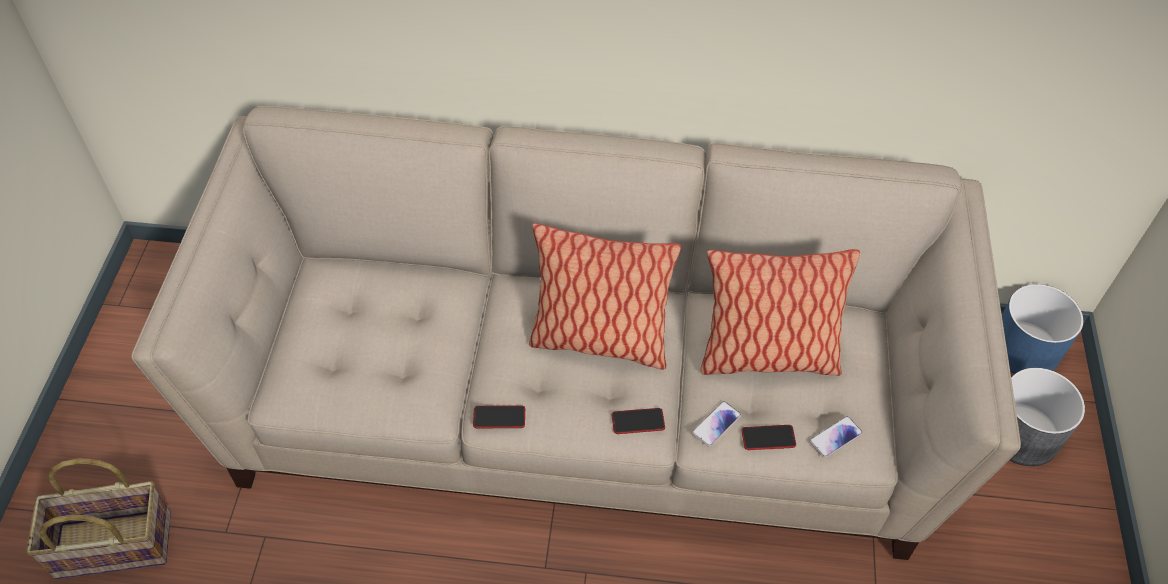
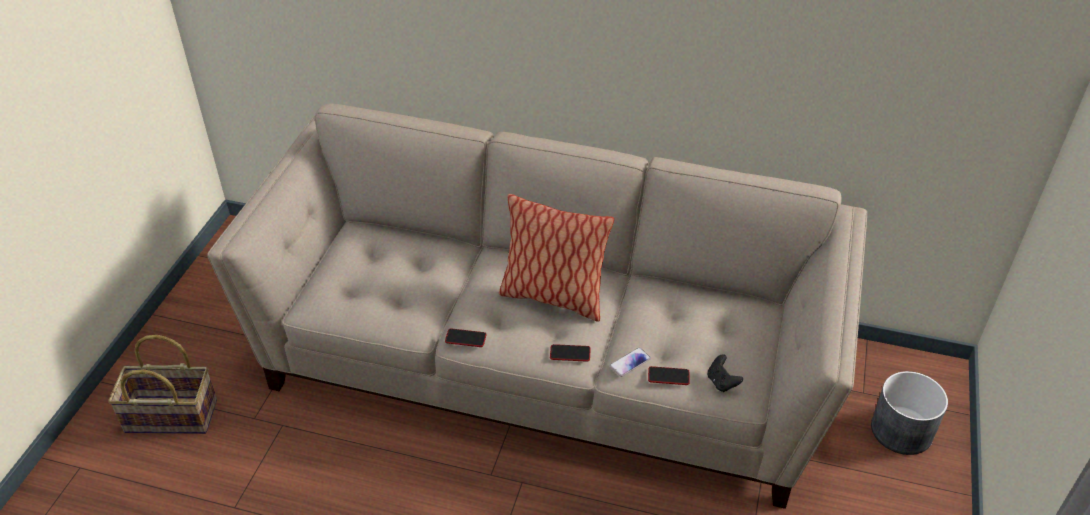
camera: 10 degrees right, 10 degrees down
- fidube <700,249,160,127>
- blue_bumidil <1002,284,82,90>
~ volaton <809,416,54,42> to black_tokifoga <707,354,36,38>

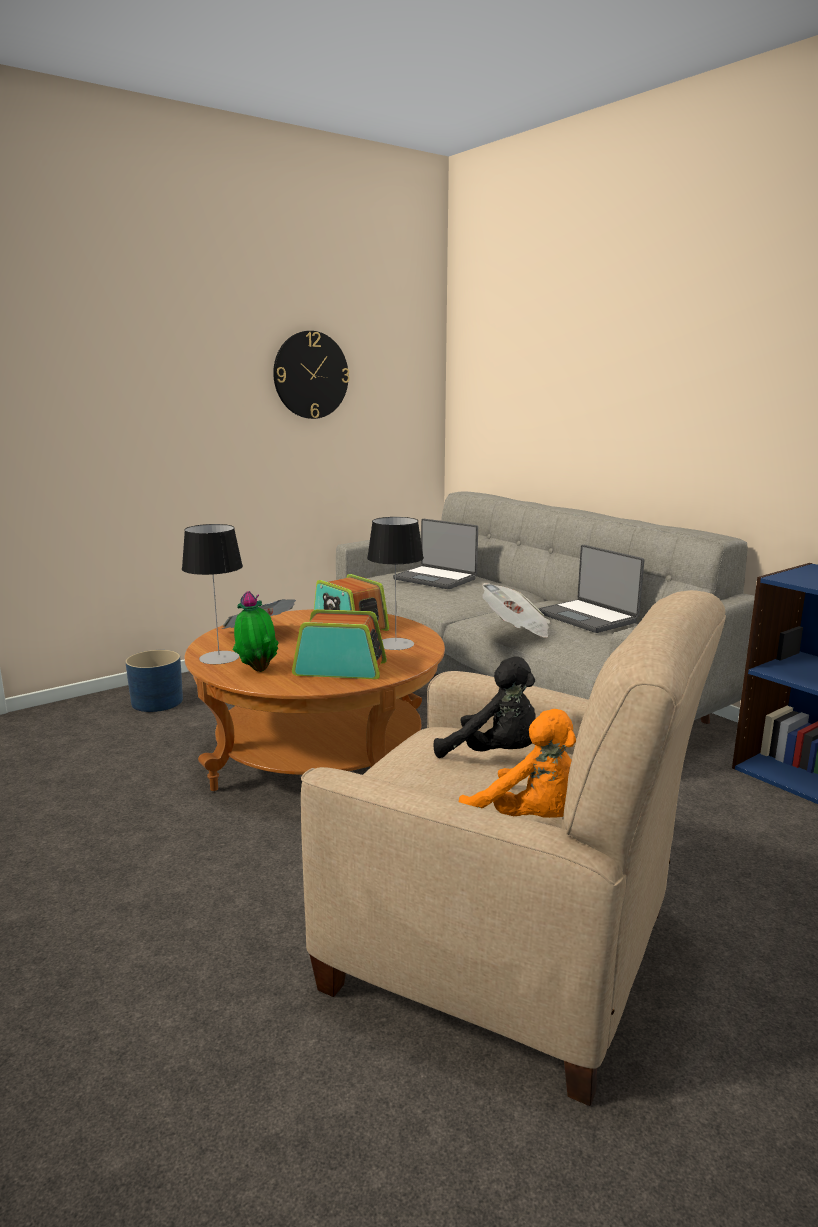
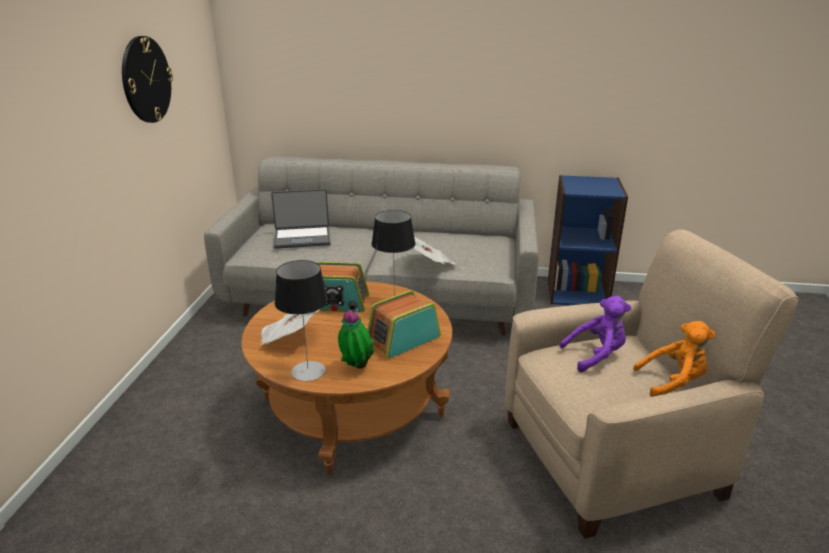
camera: 45 degrees left, 10 degrees up
- blue_bumidil <125,650,58,62>
- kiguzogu <538,545,106,88>
~ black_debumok <434,656,102,102> to purple_debumok <559,296,72,76>

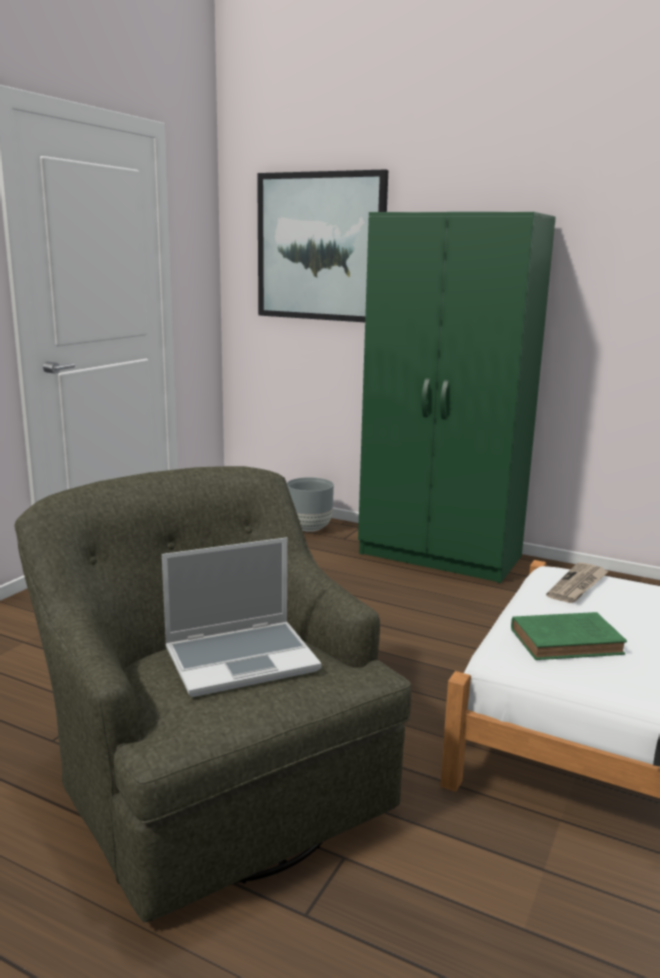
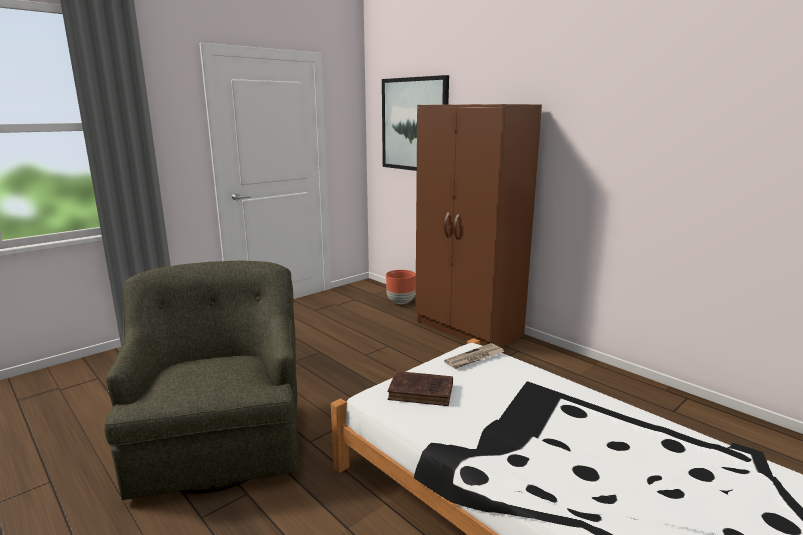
camera: 20 degrees right, 0 degrees up
- kiguzogu <162,537,160,160>
~ grey_bumidil <287,477,47,55> to brown_bumidil <386,270,30,34>
~ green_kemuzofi <358,212,198,371> to brown_kemuzofi <415,104,127,243>
~ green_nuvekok <511,612,116,48> to brown_nuvekok <388,371,65,35>

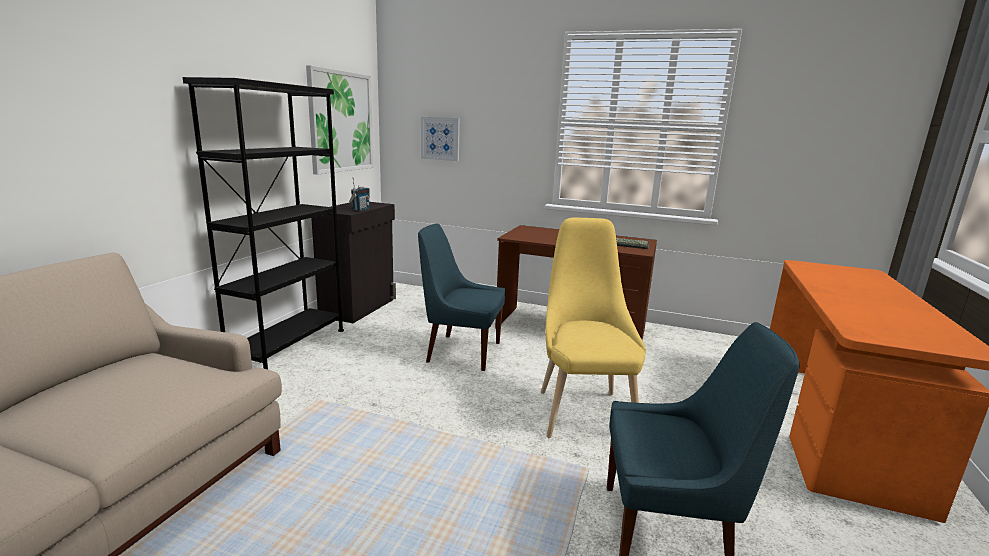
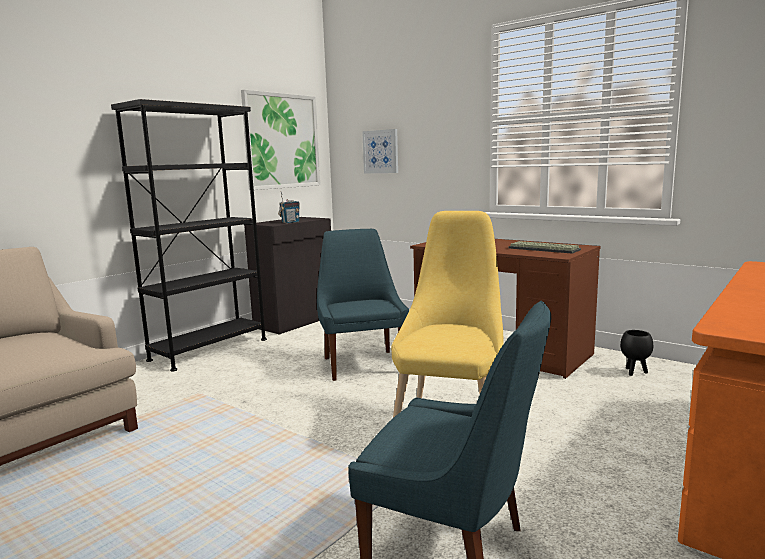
camera: 20 degrees right, 5 degrees down
+ black_bumidil <620,330,33,46>
~ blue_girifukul <418,224,87,147> = <317,229,92,152> 45 degrees clockwise

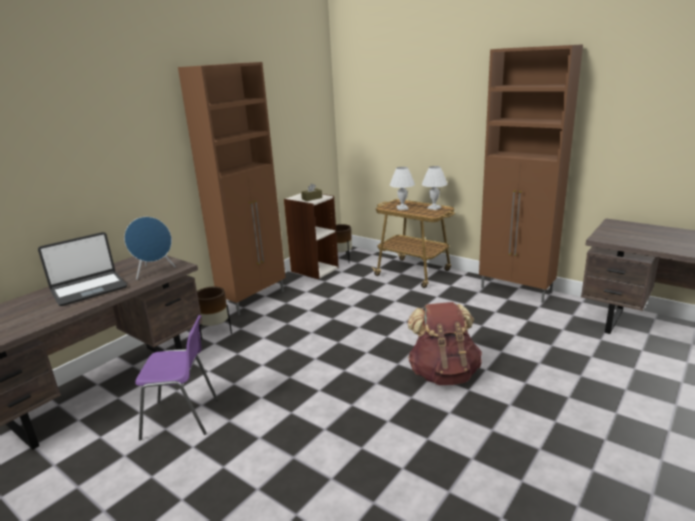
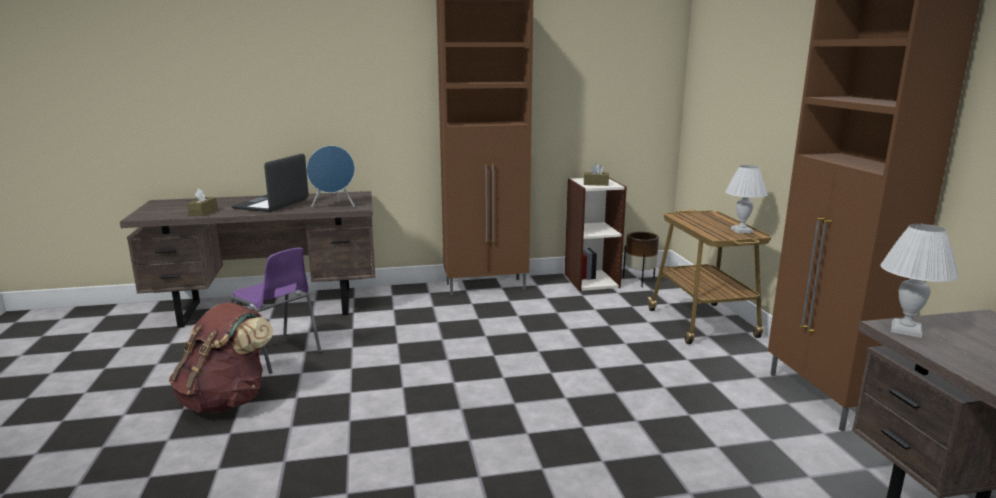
camera: 40 degrees right, 5 degrees down
- brown_bumidil <197,286,35,54>
+ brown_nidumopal <187,189,31,27>
~ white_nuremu <390,167,25,43> to <880,224,79,114>
~ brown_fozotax <408,302,74,83> to <169,302,105,111>
~ kiguzogu <38,232,89,74> = <231,154,78,58> 105 degrees clockwise

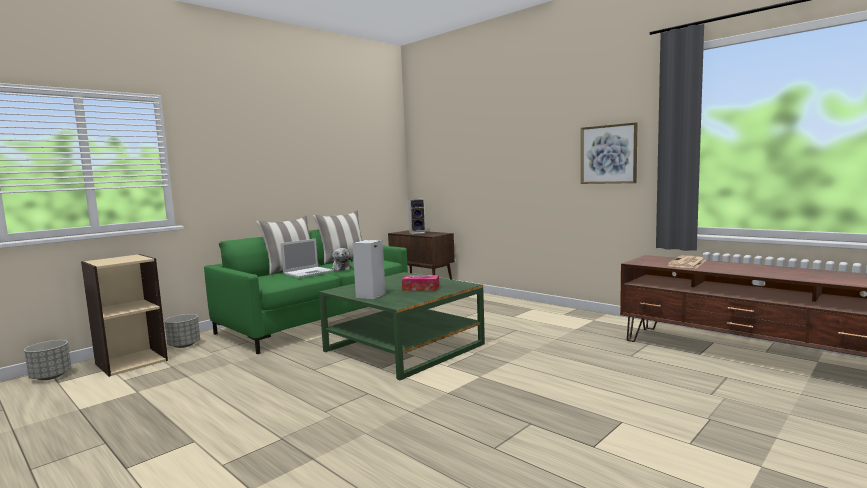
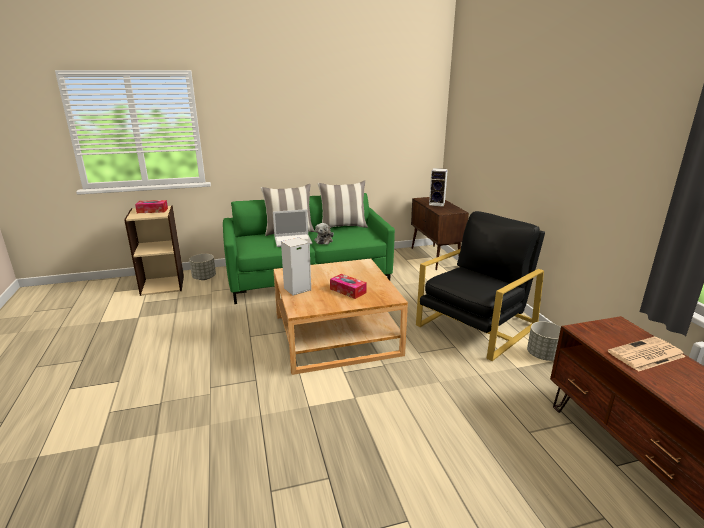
camera: 30 degrees right, 15 degrees up
- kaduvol <581,122,56,62>
+ nidumopal <135,200,33,13>
+ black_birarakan <416,211,129,150>
~ grey_bumidil <24,340,47,40> to <527,321,34,40>
~ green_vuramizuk <319,272,166,108> to beige_vuramizuk <274,259,134,116>

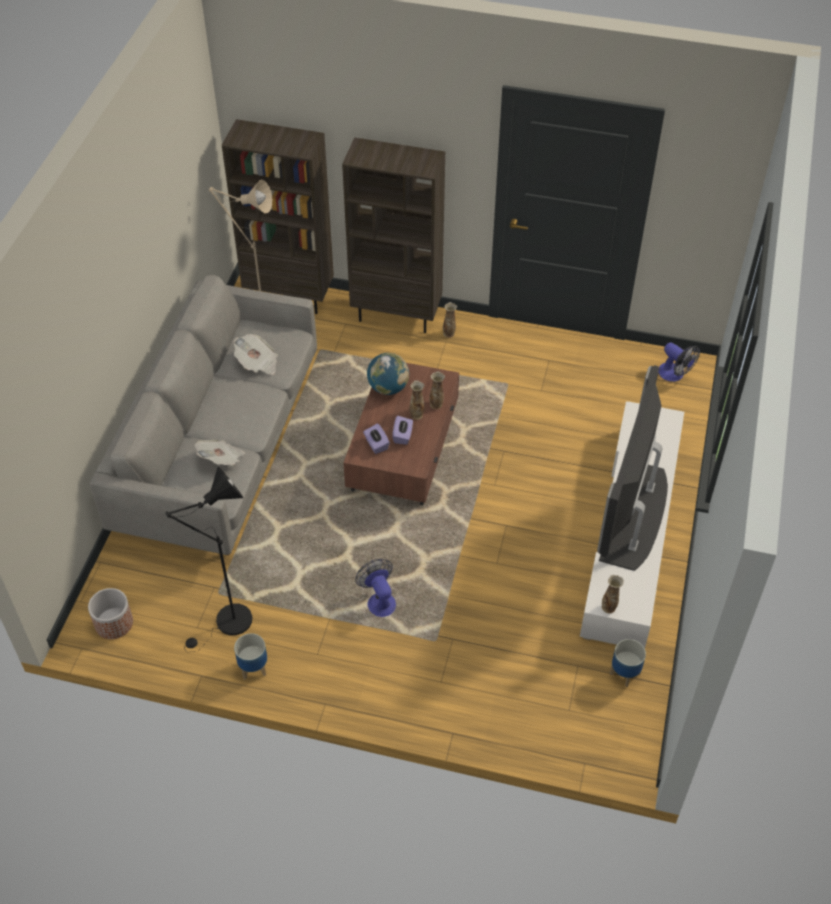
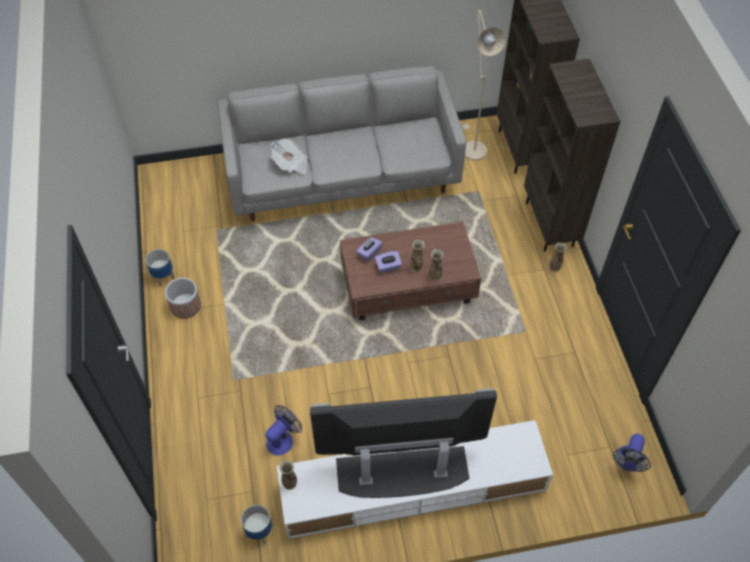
camera: 65 degrees right, 5 degrees up
- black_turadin <165,467,87,185>
- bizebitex <234,334,44,41>
- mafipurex <367,353,42,42>
~ bumidil <88,588,45,51> to <165,278,36,41>
~ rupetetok <355,559,41,58> to <266,405,36,51>

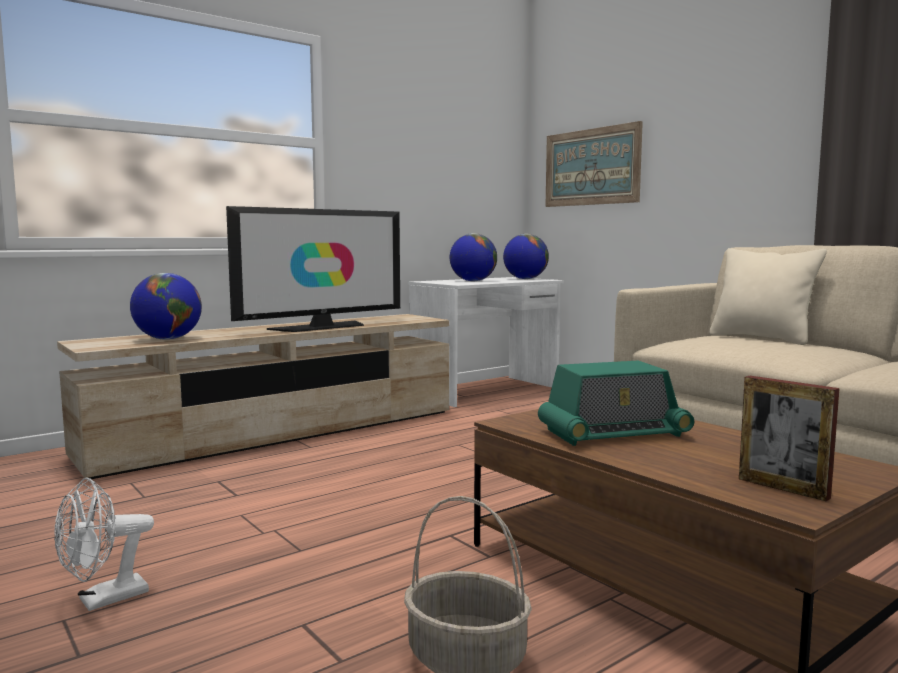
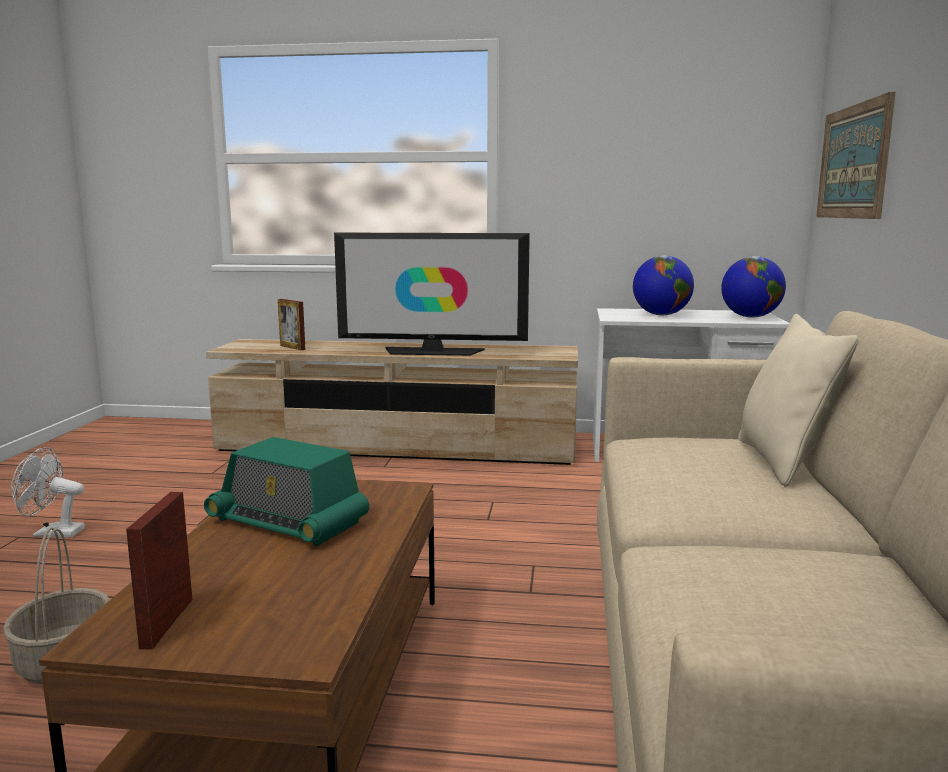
camera: 45 degrees right, 5 degrees up
~ mafipurex <130,273,72,67> to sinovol <278,299,27,51>

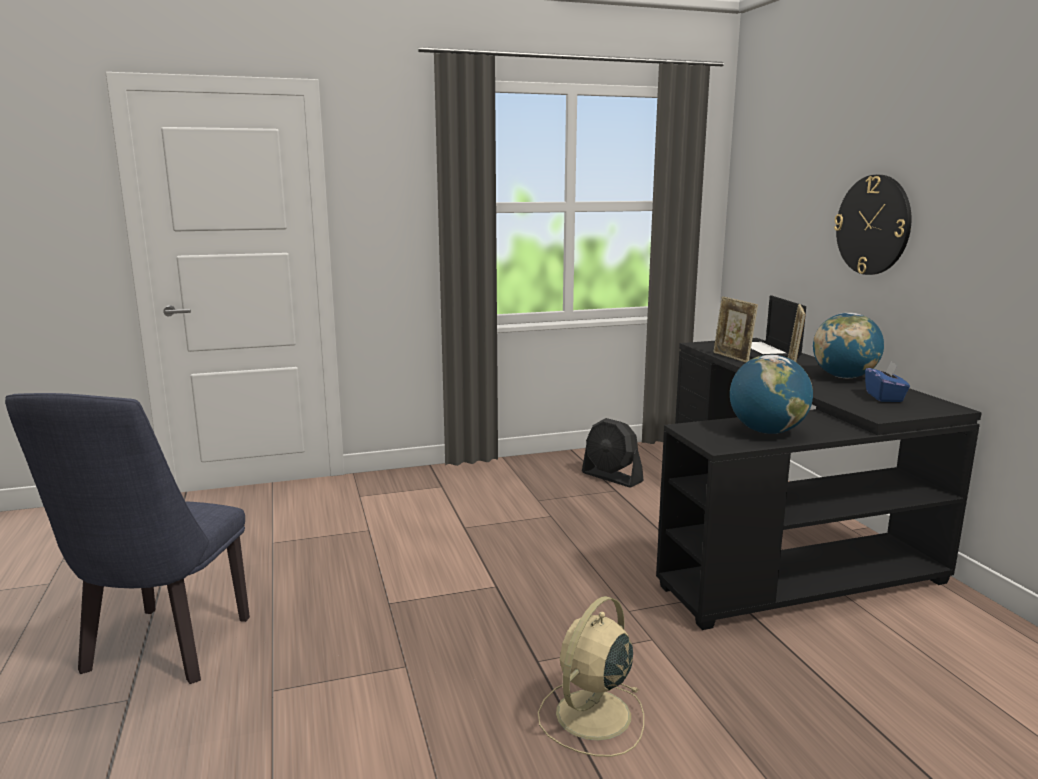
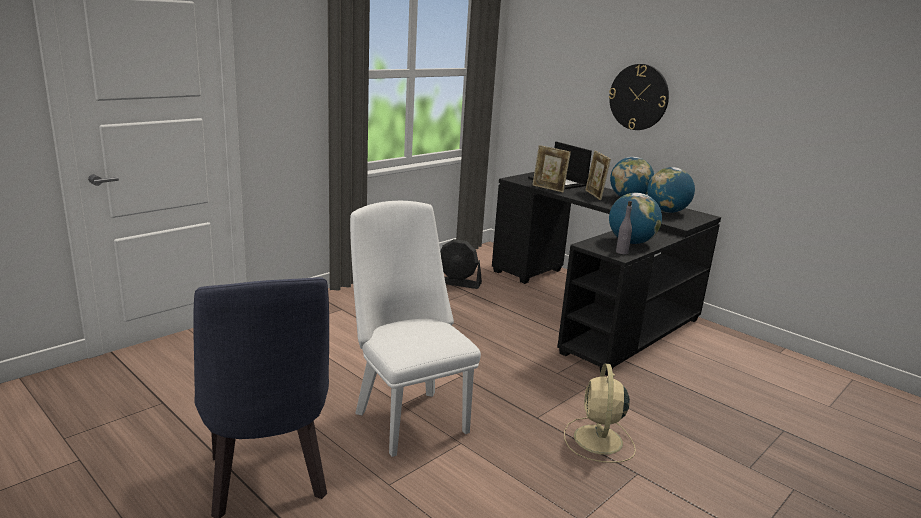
camera: 30 degrees left, 5 degrees up
+ white_girifukul <350,201,131,256>
+ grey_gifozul <616,201,16,53>
~ blue_nidumopal <865,361,45,41> to mafipurex <647,167,48,46>

